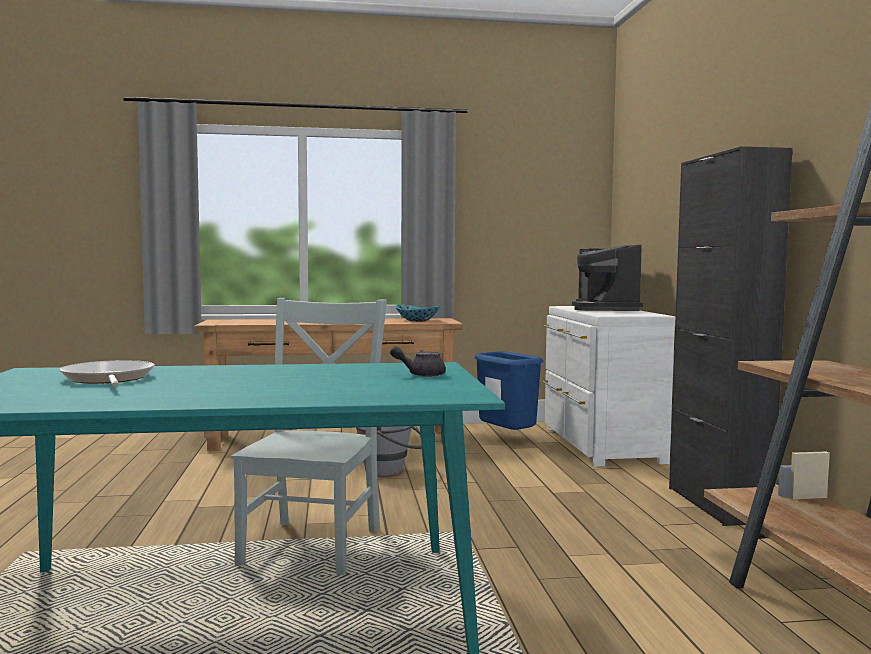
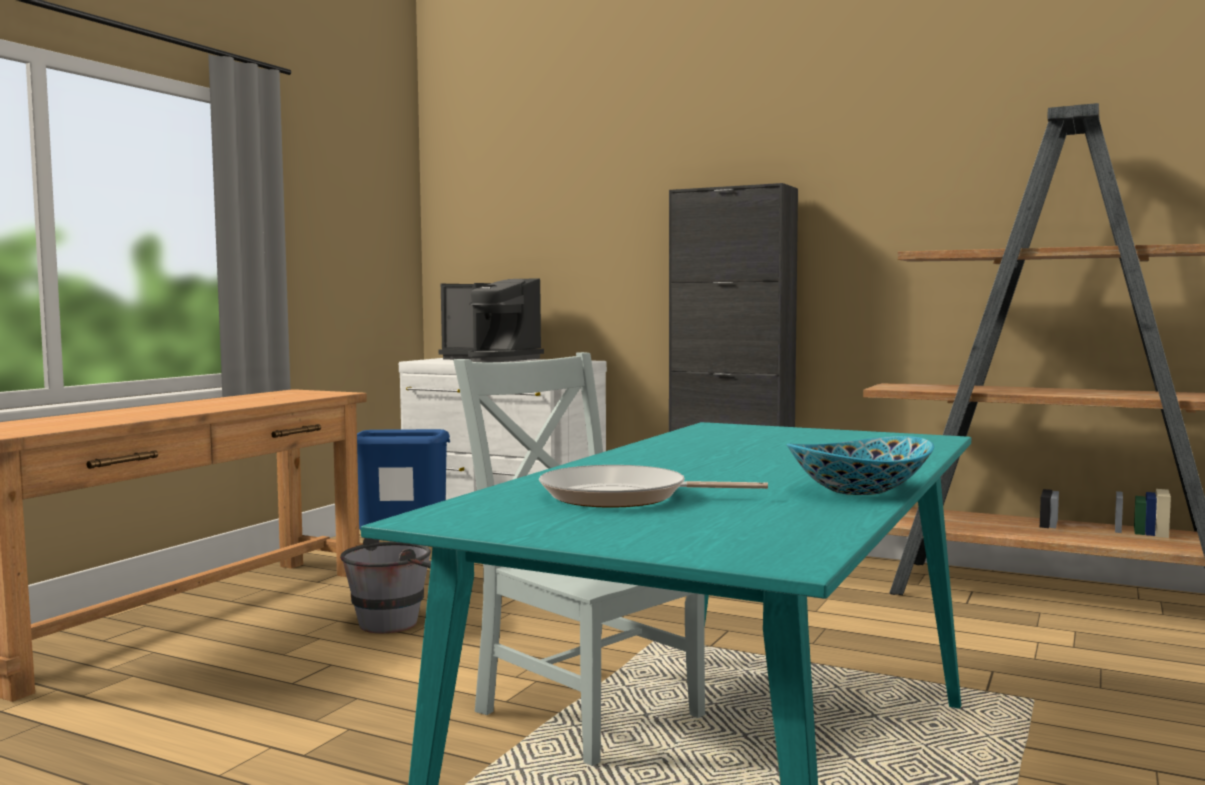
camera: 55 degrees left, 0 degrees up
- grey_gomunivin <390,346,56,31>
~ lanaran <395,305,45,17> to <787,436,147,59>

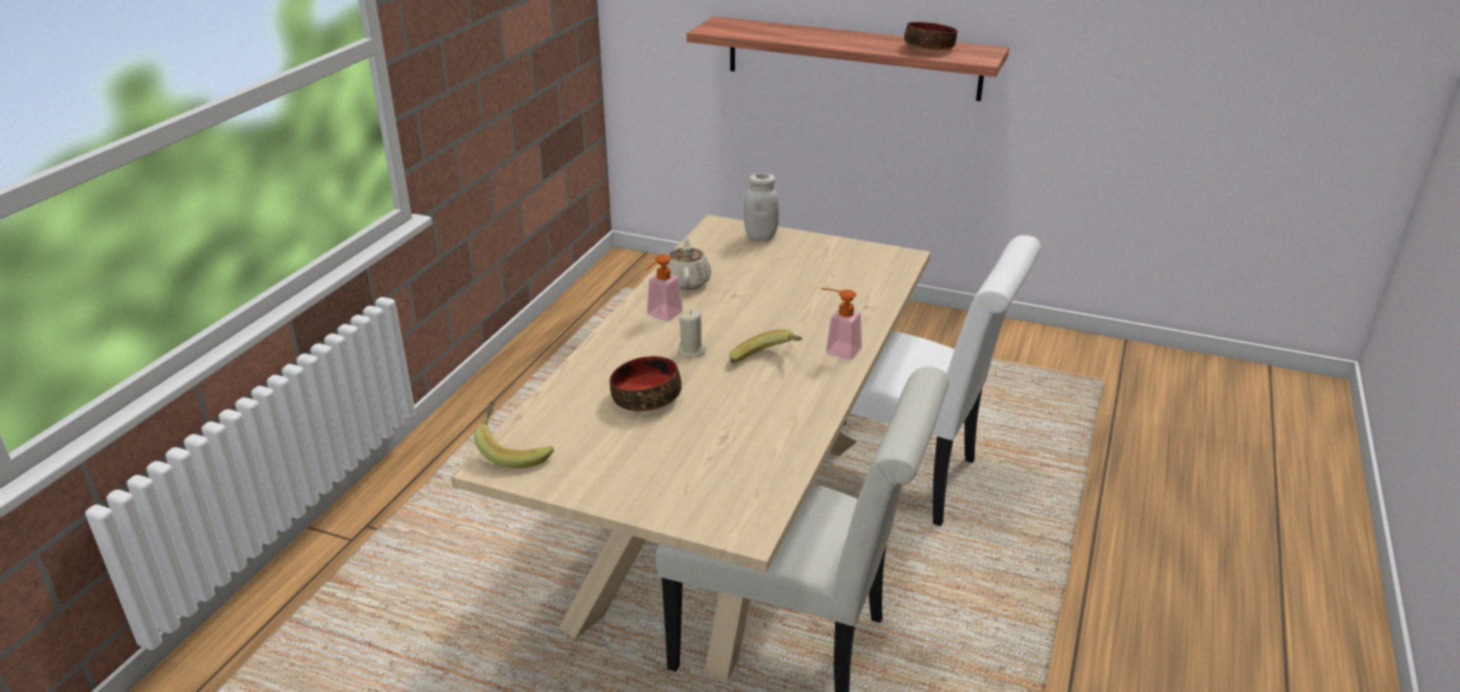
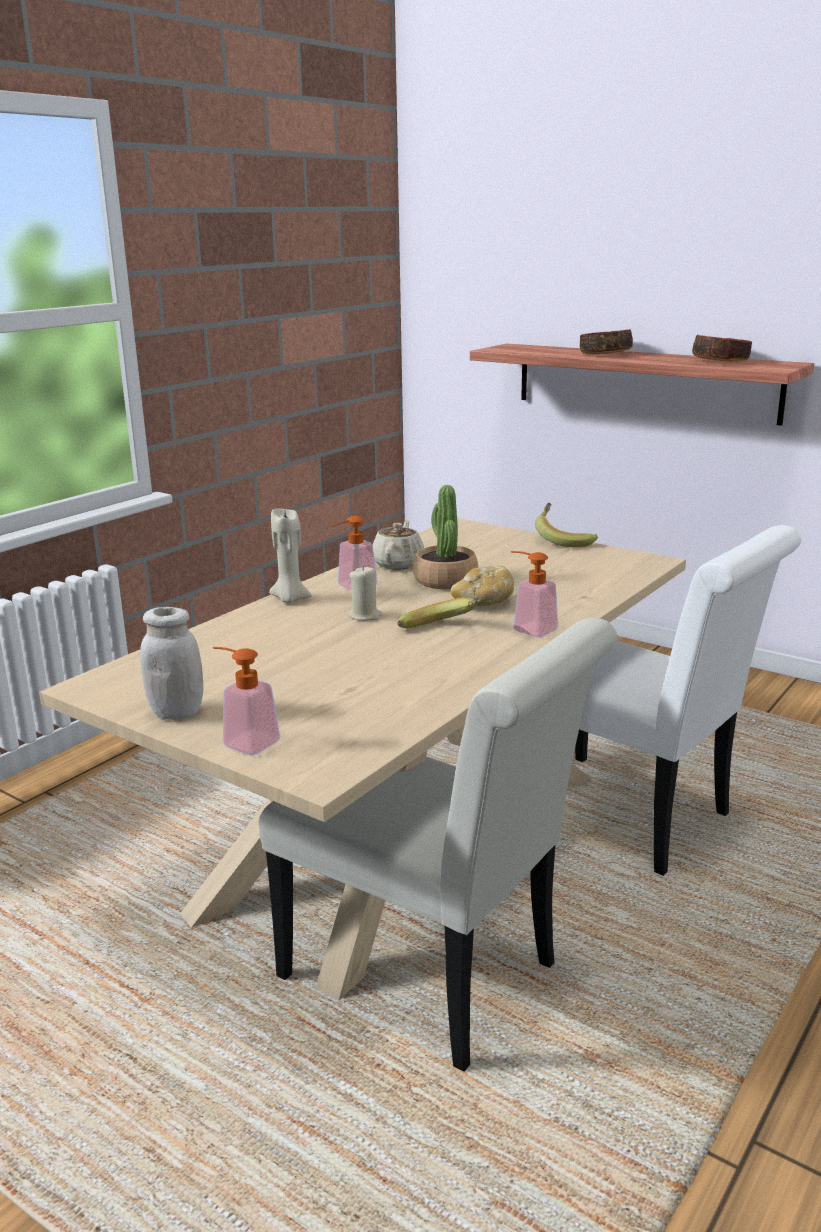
camera: 15 degrees right, 10 degrees down
+ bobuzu <213,647,67,108>
+ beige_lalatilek <269,508,43,95>
+ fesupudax <413,485,65,104>
+ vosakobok <451,565,63,41>
~ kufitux <474,401,80,67> to <535,503,63,44>
~ lanaran <610,356,72,55> to <580,329,53,25>
~ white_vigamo <744,173,35,68> to <140,607,63,113>

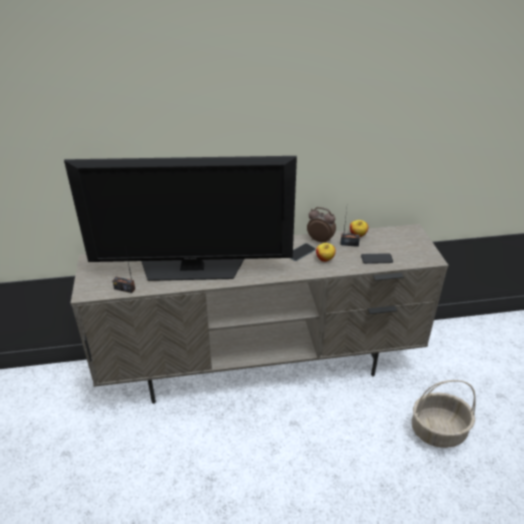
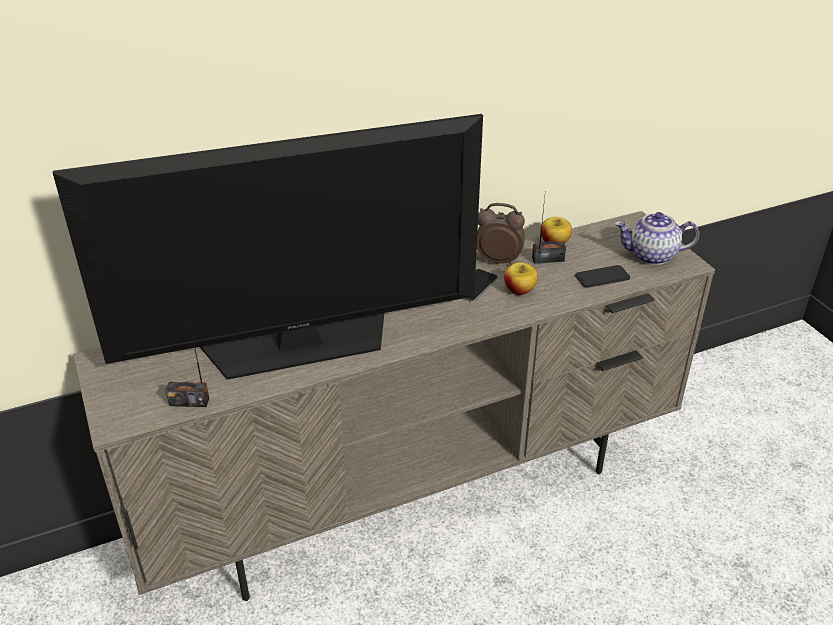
camera: 15 degrees left, 0 degrees up
- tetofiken <412,380,64,68>
+ gomunivin <615,212,84,53>

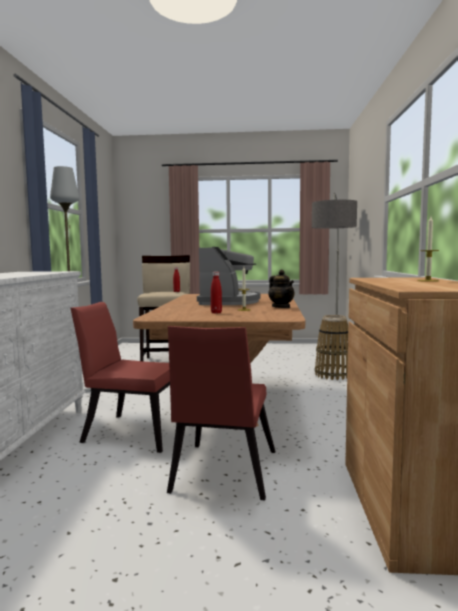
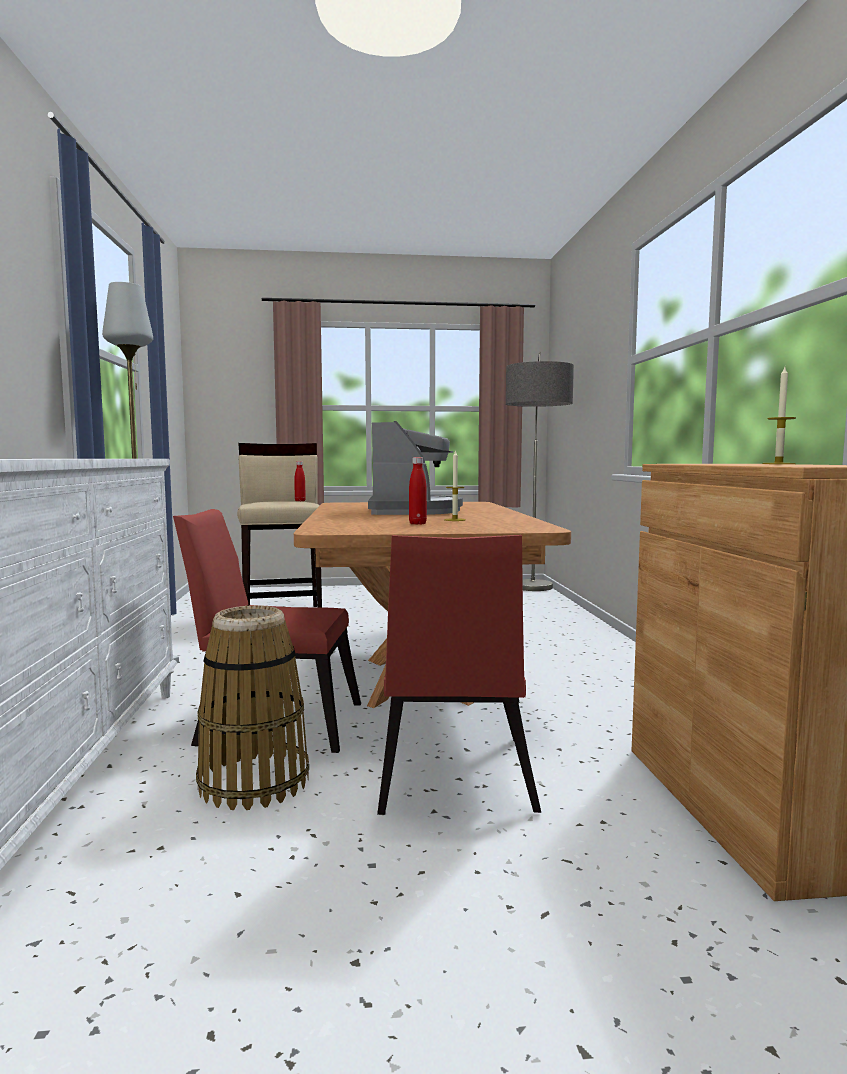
camera: 10 degrees left, 0 degrees up
- gomunivin <268,270,27,38>
~ tetofiken <315,315,33,65> to <196,605,113,205>

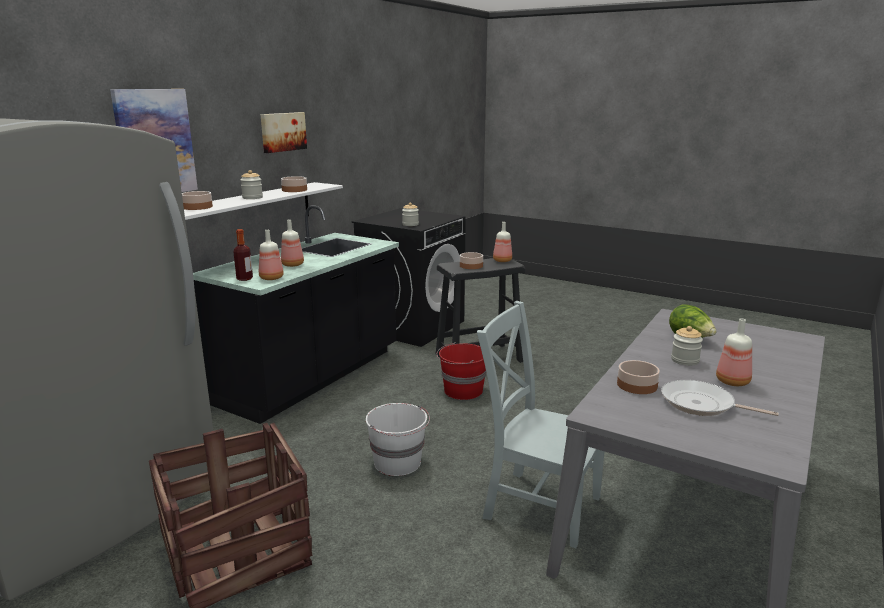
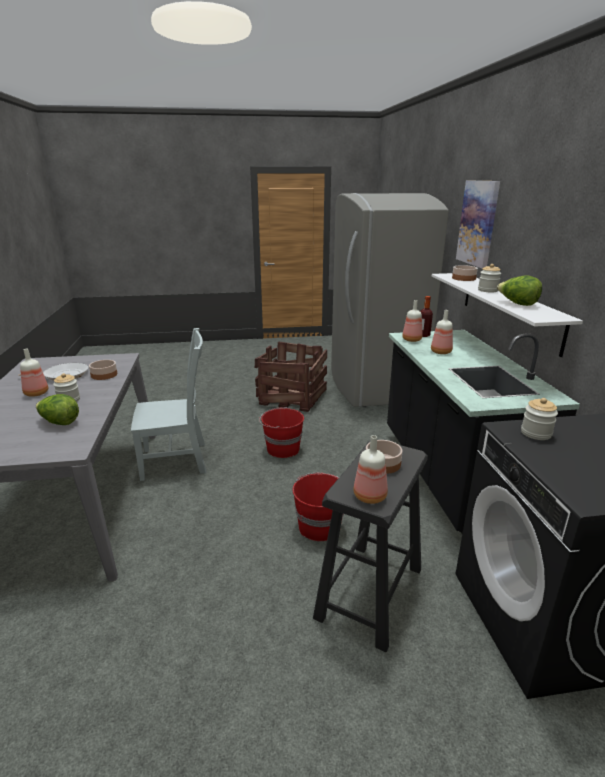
camera: 140 degrees right, 5 degrees up
- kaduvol <260,112,47,41>
~ lanaran <281,176,26,16> to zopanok <497,275,45,31>
~ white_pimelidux <366,403,64,73> to red_pimelidux <259,407,45,51>

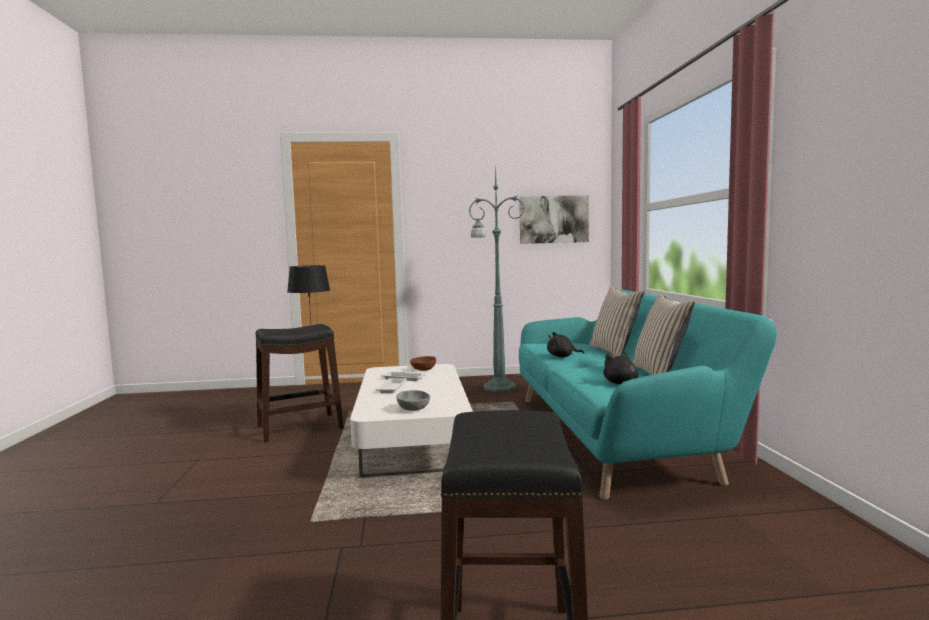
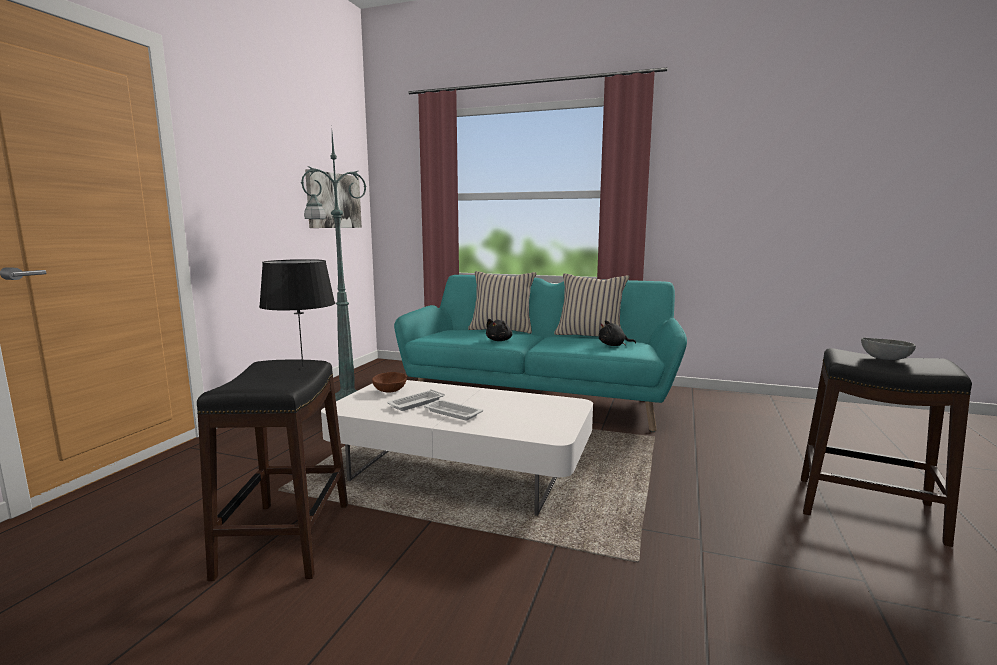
camera: 65 degrees left, 5 degrees up
~ grey_lanaran <396,390,34,21> to <861,338,55,22>

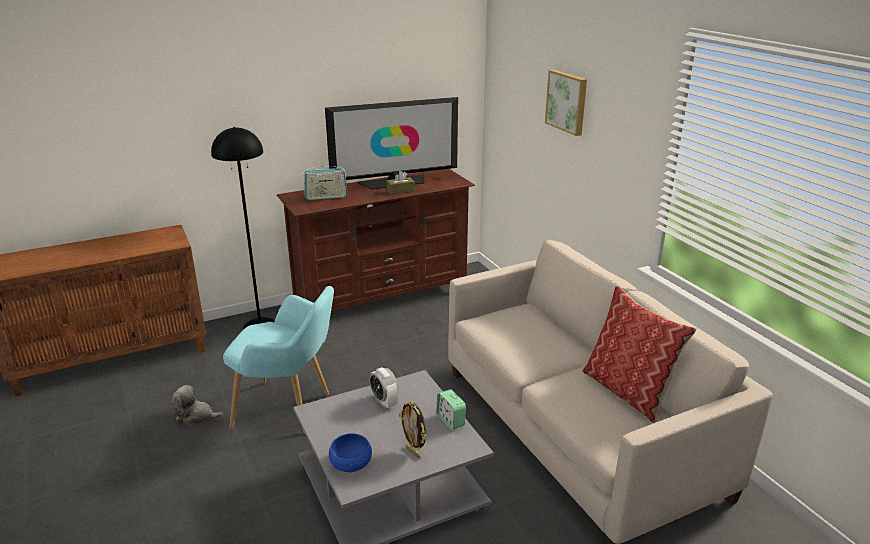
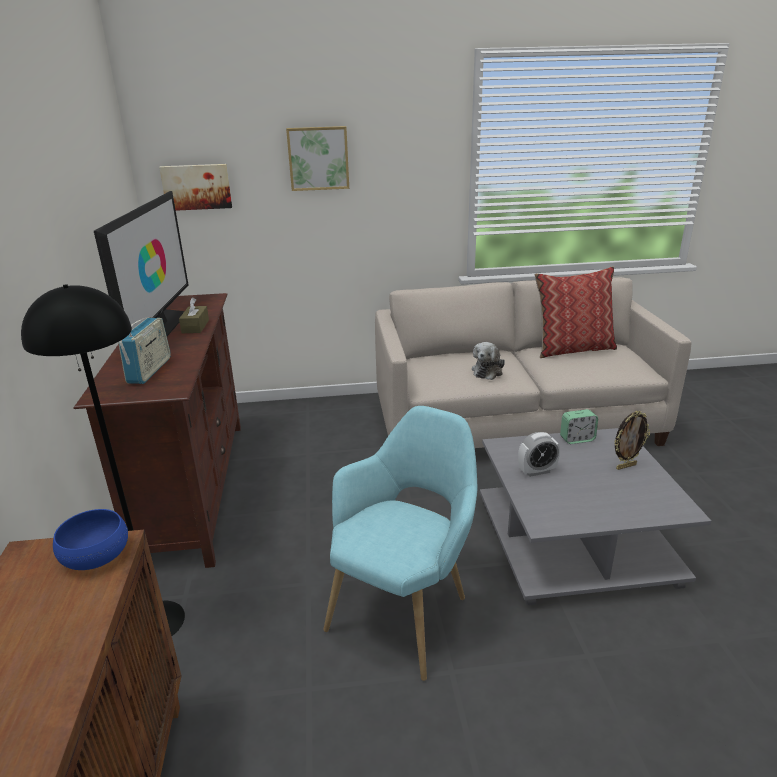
camera: 70 degrees left, 0 degrees up
+ kaduvol <159,164,73,47>
~ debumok <172,385,51,40> to <472,342,33,38>
~ blue_lanaran <329,433,43,39> to <53,509,75,61>

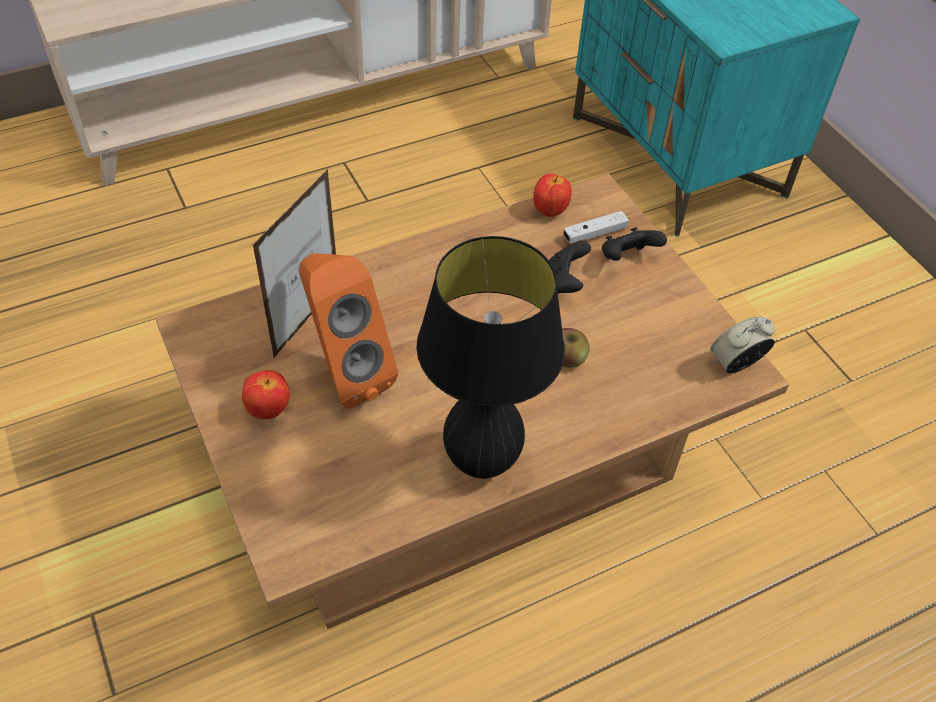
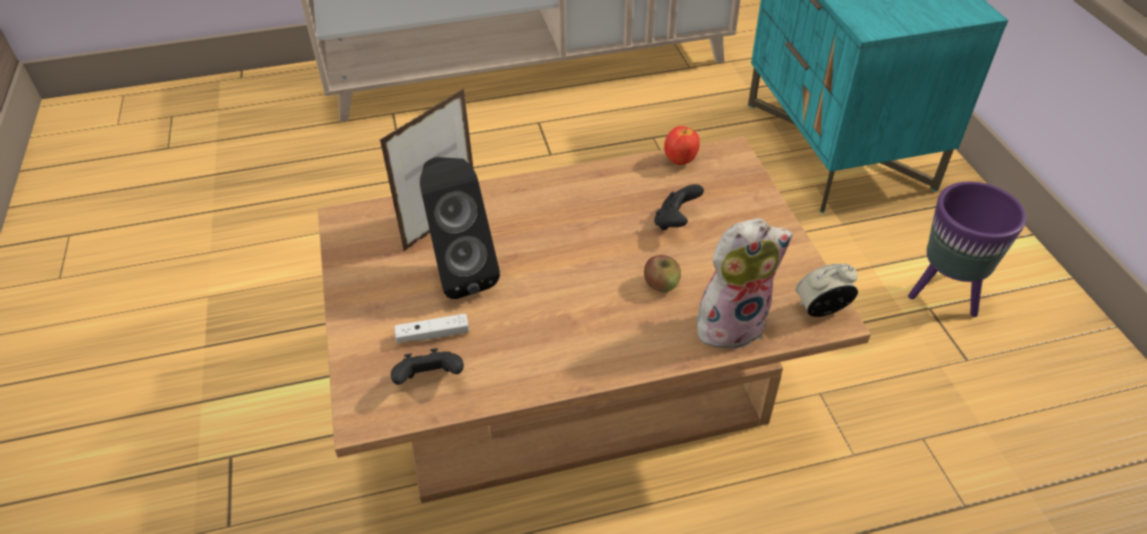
camera: 15 degrees right, 5 degrees down
- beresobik <242,370,48,49>
- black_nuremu <417,236,148,243>
+ debumok <697,218,96,131>
+ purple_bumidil <908,182,119,135>
~ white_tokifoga <563,211,66,32> to <394,313,75,30>
~ black_tokifoga <602,227,65,34> to <391,348,73,37>
~ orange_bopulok <299,253,99,156> to black_bopulok <420,157,80,142>

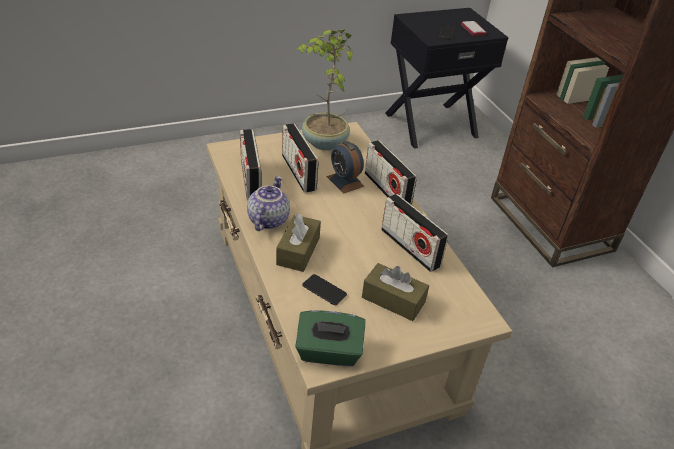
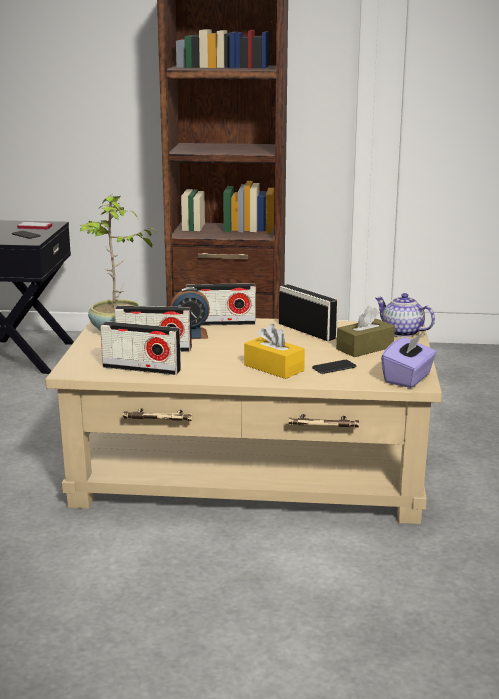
camera: 60 degrees left, 20 degrees down
~ gomunivin <247,176,43,55> to <375,293,60,44>
~ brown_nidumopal <276,213,45,59> to yellow_nidumopal <244,324,61,55>
~ green_nidumopal <295,310,71,56> to purple_nidumopal <381,334,56,54>
~ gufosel <381,194,67,78> = <279,284,60,57> 120 degrees counterclockwise

